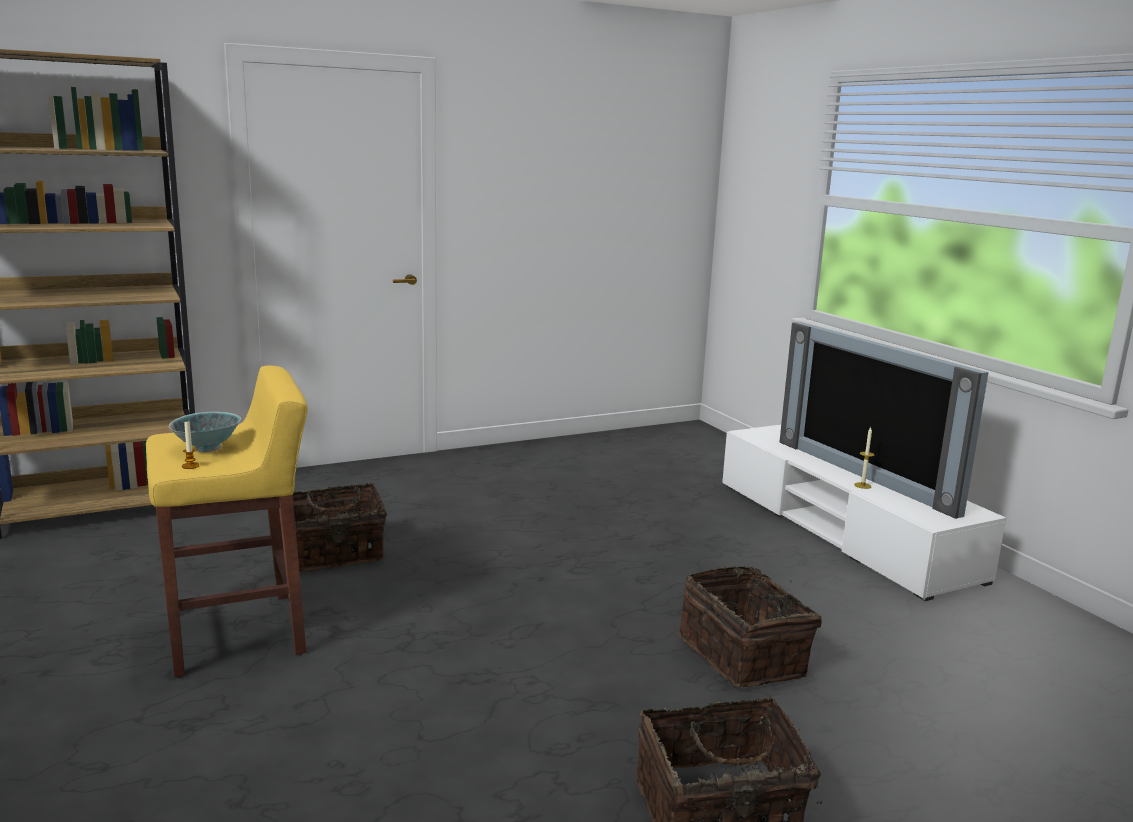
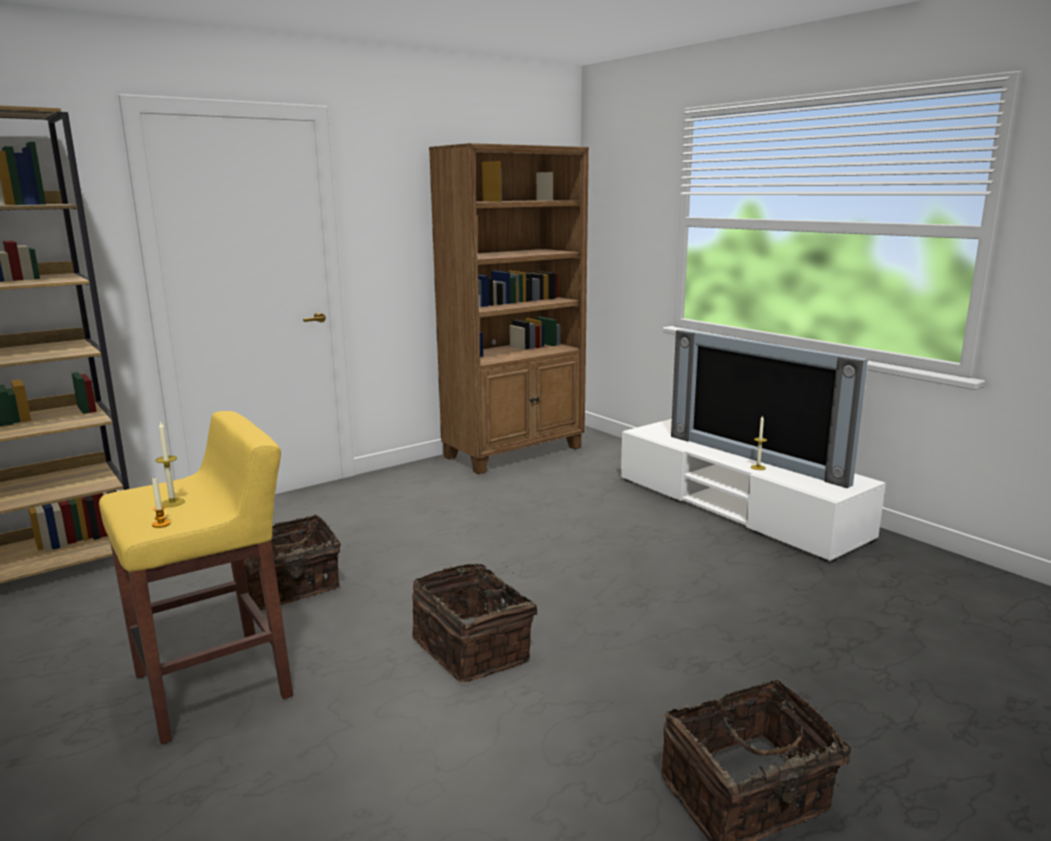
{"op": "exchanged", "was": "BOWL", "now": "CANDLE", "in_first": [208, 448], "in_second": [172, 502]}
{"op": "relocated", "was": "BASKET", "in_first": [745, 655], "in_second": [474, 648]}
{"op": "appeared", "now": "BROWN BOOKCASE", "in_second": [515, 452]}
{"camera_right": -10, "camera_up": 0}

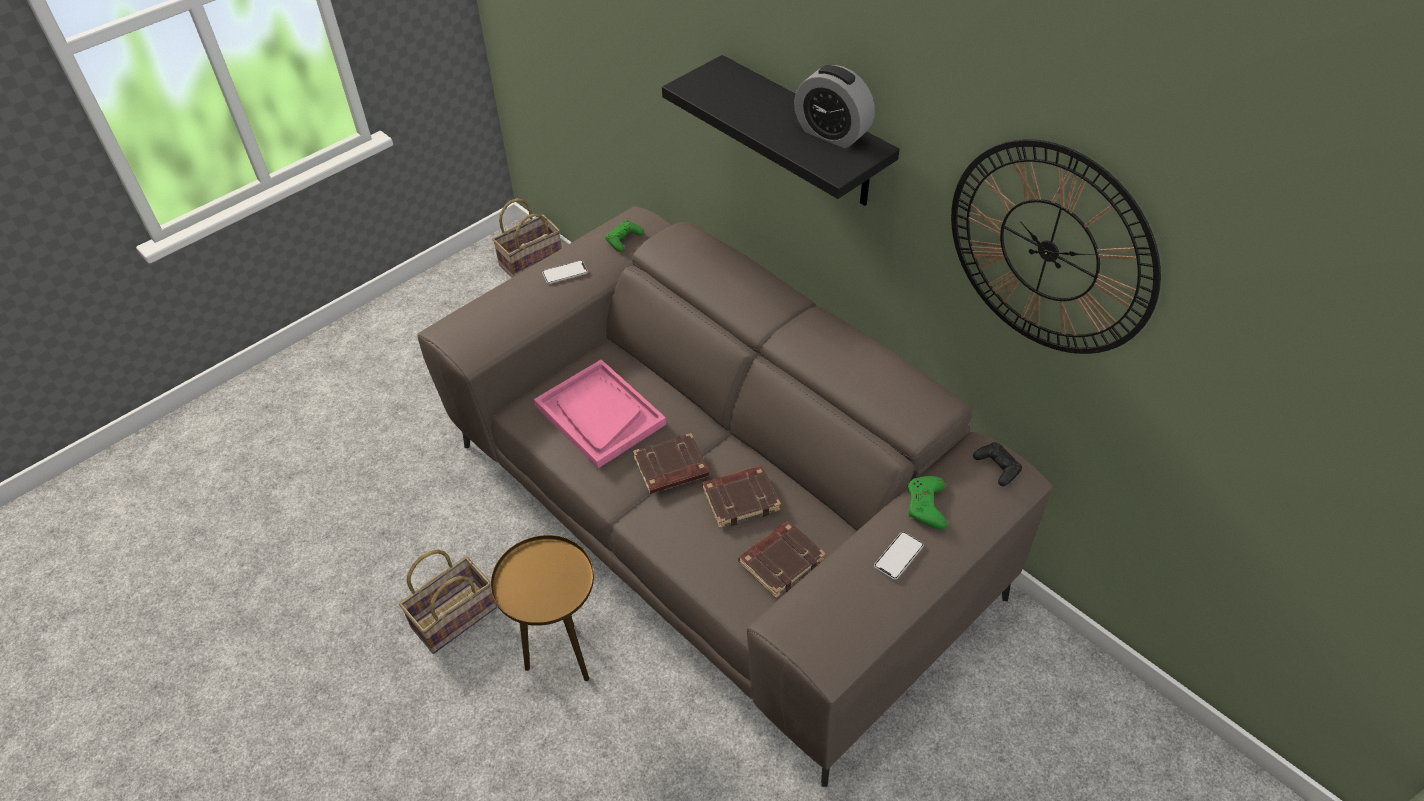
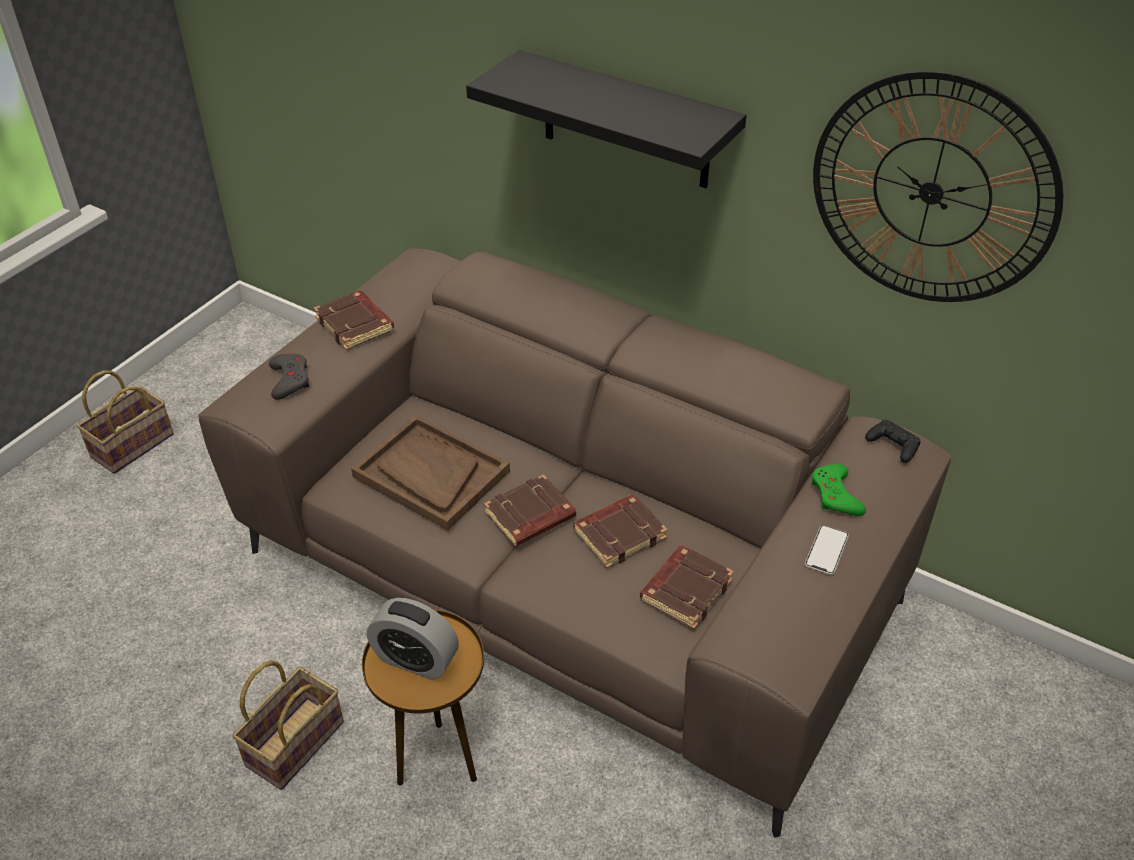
{"op": "relocated", "was": "ALARM CLOCK", "in_first": [832, 133], "in_second": [415, 659]}
{"op": "relocated", "was": "BASKET", "in_first": [531, 259], "in_second": [133, 444]}
{"op": "missing", "was": "GREEN GAME CONTROLLER", "in_first": [623, 239]}
{"op": "exchanged", "was": "PHONE", "now": "BROWN BOOK", "in_first": [565, 273], "in_second": [356, 324]}
{"op": "colour", "was": "PINK TRAY", "now": "BROWN TRAY", "in_first": [599, 415], "in_second": [430, 474]}
{"op": "appeared", "now": "GREY GAME CONTROLLER", "in_second": [289, 380]}
{"camera_right": -15, "camera_up": -5}

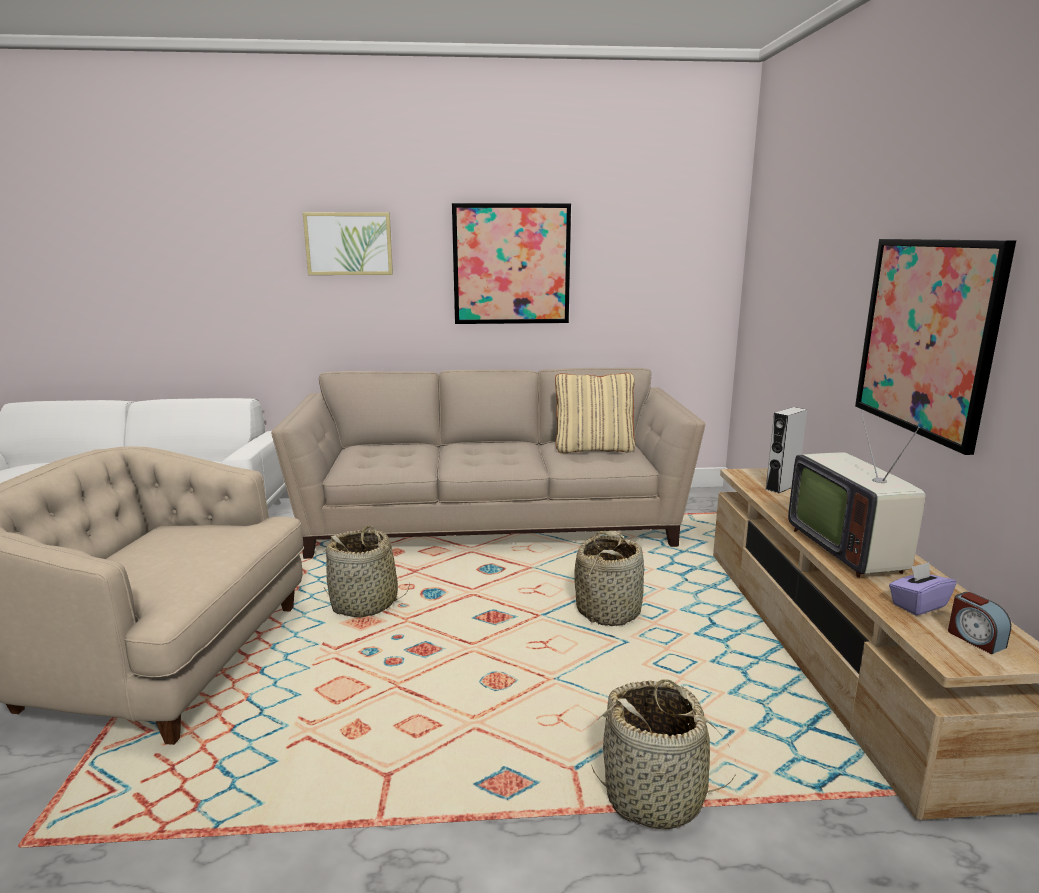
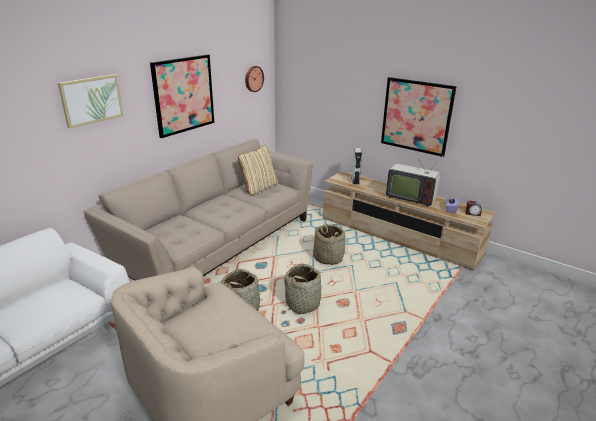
{"op": "relocated", "was": "BASKET", "in_first": [655, 796], "in_second": [303, 303]}
{"op": "appeared", "now": "WALL CLOCK", "in_second": [253, 78]}
{"camera_right": -50, "camera_up": 10}

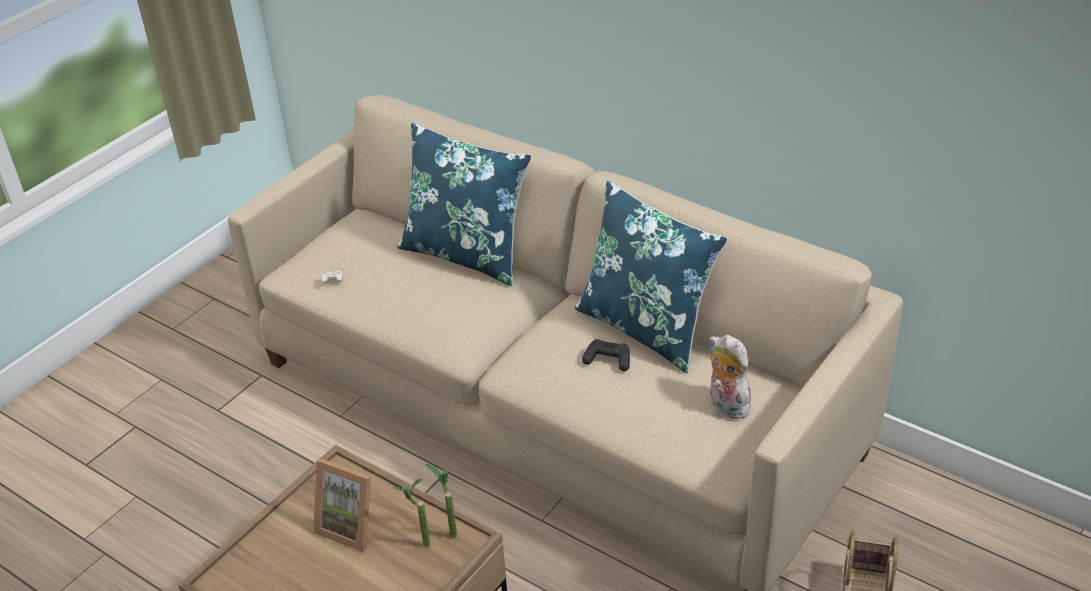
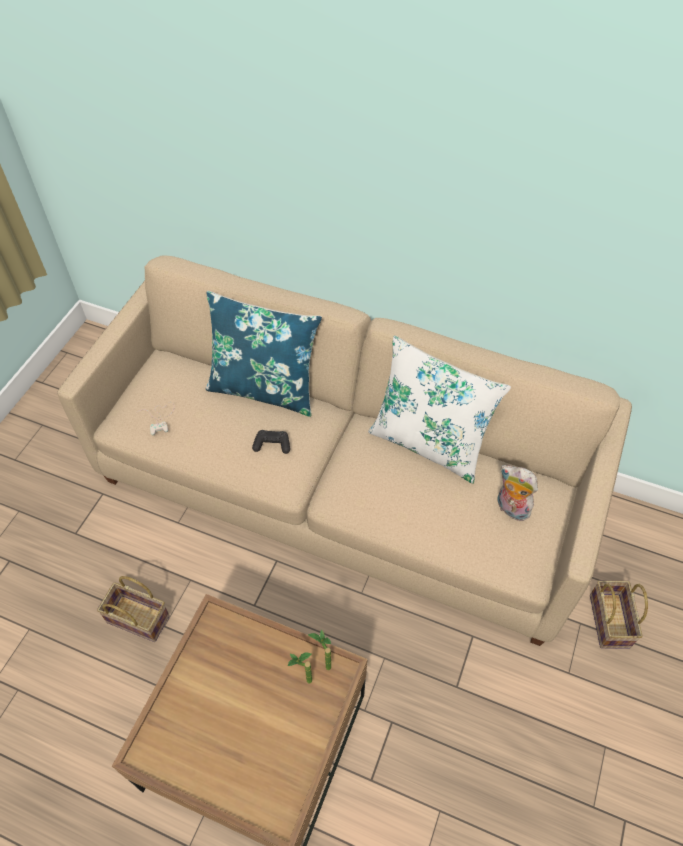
{"op": "colour", "was": "BLUE PILLOW", "now": "WHITE PILLOW", "in_first": [646, 328], "in_second": [429, 442]}
{"op": "relocated", "was": "BLACK GAME CONTROLLER", "in_first": [608, 360], "in_second": [272, 445]}
{"op": "missing", "was": "PICTURE FRAME", "in_first": [351, 526]}
{"op": "appeared", "now": "BASKET", "in_second": [140, 618]}
{"camera_right": -15, "camera_up": 15}

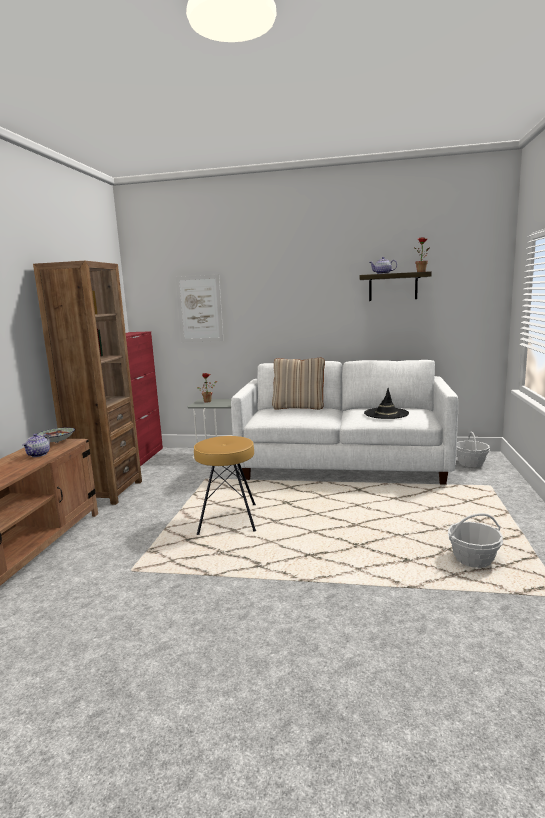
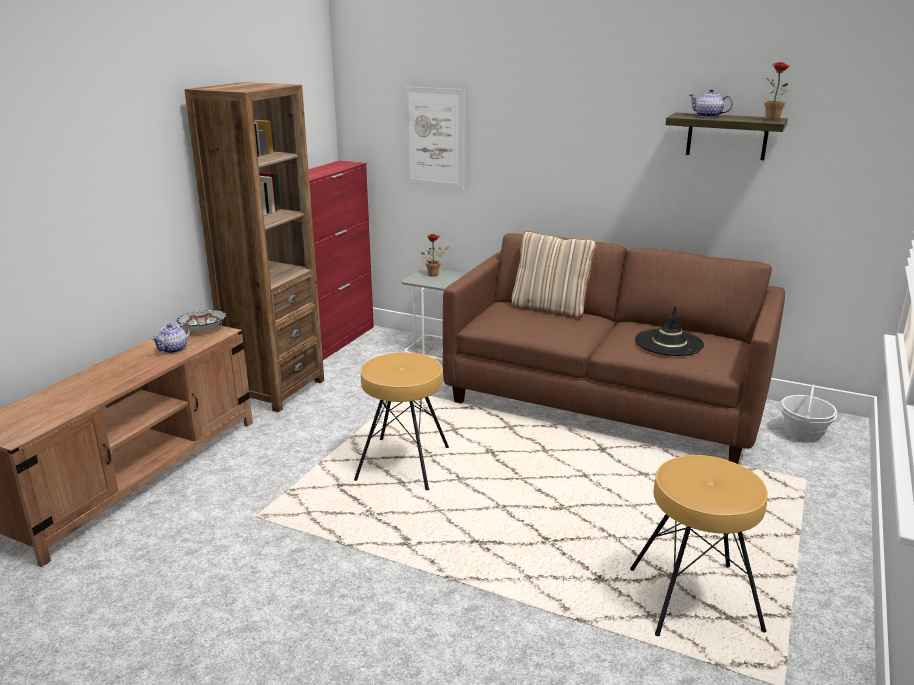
{"op": "colour", "was": "WHITE SOFA", "now": "BROWN SOFA", "in_first": [343, 465], "in_second": [605, 401]}
{"op": "exchanged", "was": "BASKET", "now": "BROWN STOOL", "in_first": [473, 559], "in_second": [693, 598]}
{"camera_right": 15, "camera_up": 10}

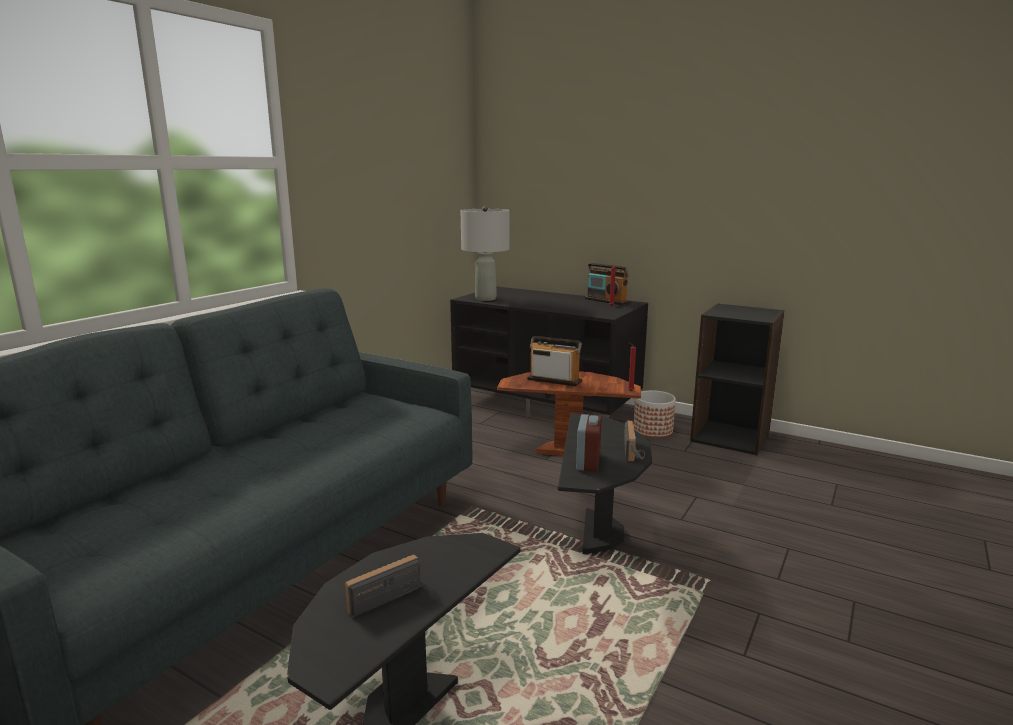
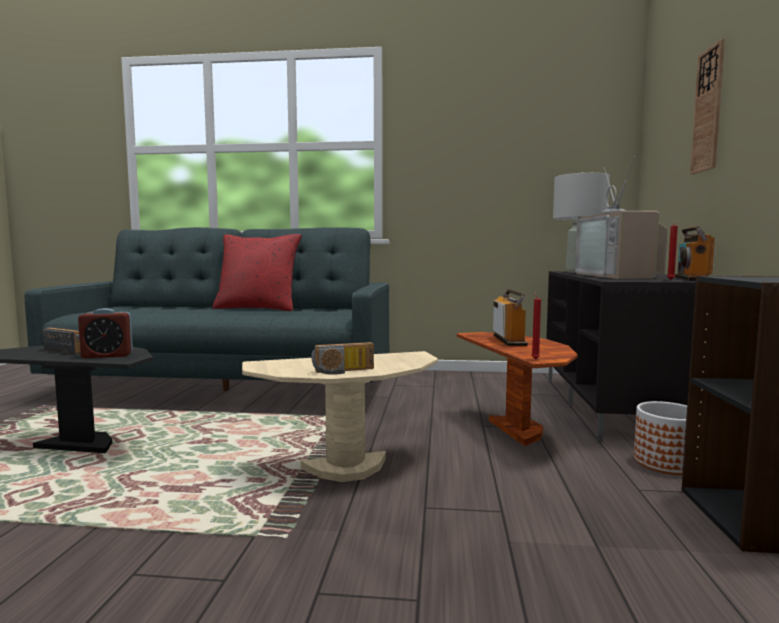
{"op": "colour", "was": "BLACK SIDE TABLE", "now": "BEIGE SIDE TABLE", "in_first": [598, 534], "in_second": [346, 468]}
{"op": "relocated", "was": "ALARM CLOCK", "in_first": [588, 462], "in_second": [107, 355]}
{"op": "appeared", "now": "WALL CLOCK", "in_second": [708, 110]}
{"op": "appeared", "now": "TELEVISION", "in_second": [618, 276]}
{"op": "appeared", "now": "RED PILLOW", "in_second": [257, 308]}
{"camera_right": 65, "camera_up": -10}

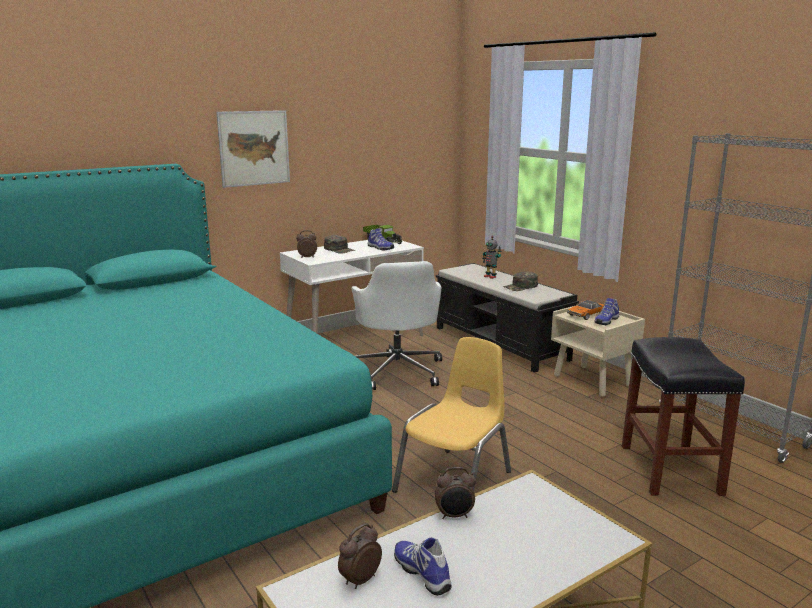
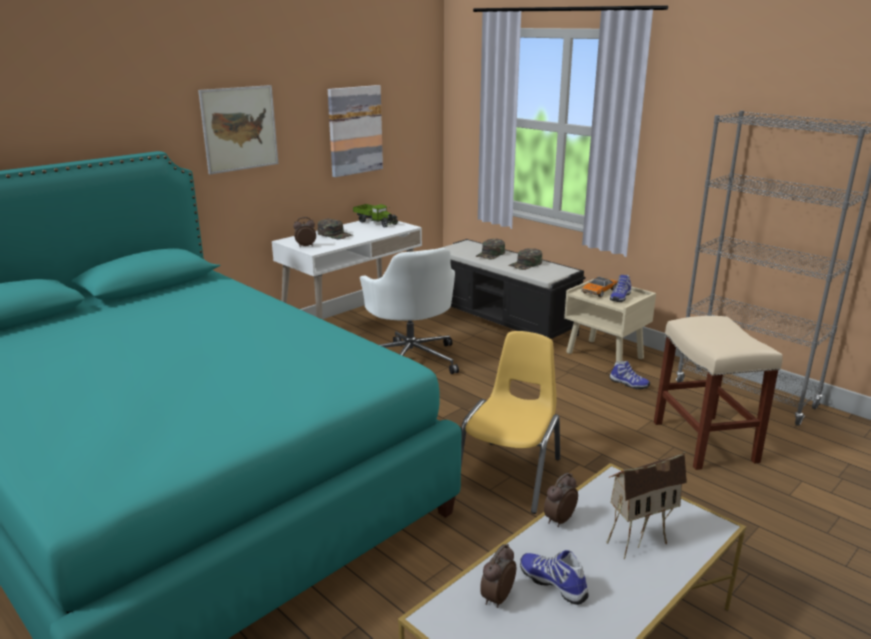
{"op": "relocated", "was": "SHOE", "in_first": [380, 248], "in_second": [628, 384]}
{"op": "exchanged", "was": "TOY ROBOT", "now": "GREEN CAP", "in_first": [490, 276], "in_second": [491, 254]}
{"op": "colour", "was": "BLACK STOOL", "now": "BEIGE STOOL", "in_first": [671, 470], "in_second": [705, 442]}
{"op": "spun", "was": "ALARM CLOCK", "in_first": [454, 516], "in_second": [558, 520], "clockwise": 150}
{"op": "appeared", "now": "PICTURE", "in_second": [354, 130]}
{"op": "appeared", "now": "TOY HOUSE", "in_second": [638, 538]}
{"camera_right": -10, "camera_up": 5}

